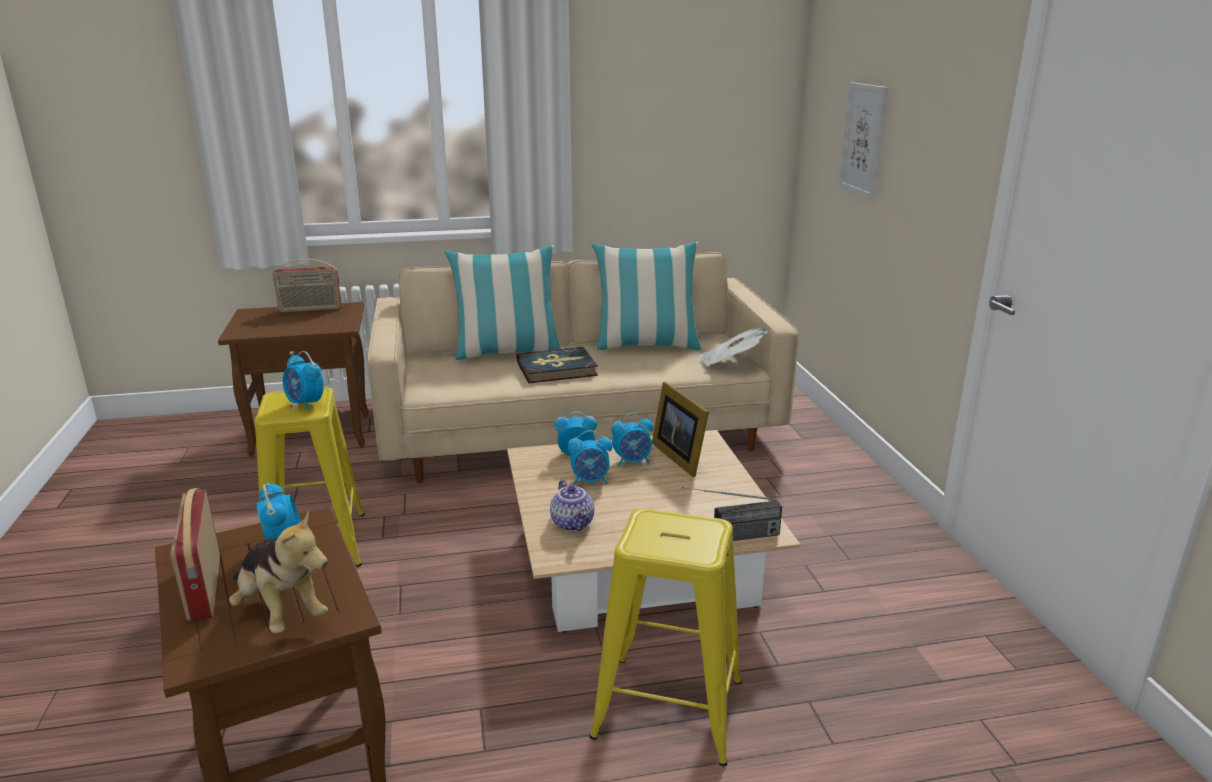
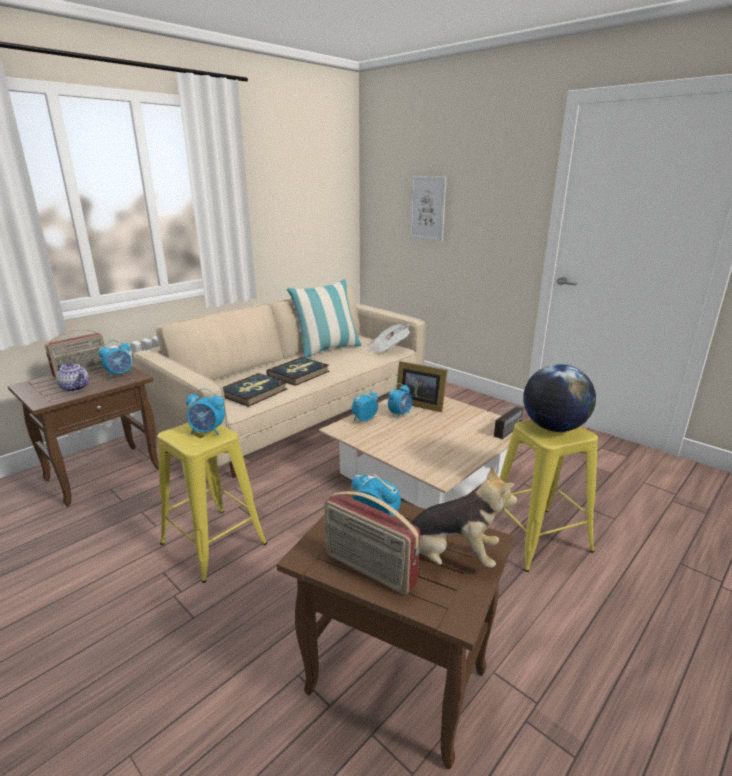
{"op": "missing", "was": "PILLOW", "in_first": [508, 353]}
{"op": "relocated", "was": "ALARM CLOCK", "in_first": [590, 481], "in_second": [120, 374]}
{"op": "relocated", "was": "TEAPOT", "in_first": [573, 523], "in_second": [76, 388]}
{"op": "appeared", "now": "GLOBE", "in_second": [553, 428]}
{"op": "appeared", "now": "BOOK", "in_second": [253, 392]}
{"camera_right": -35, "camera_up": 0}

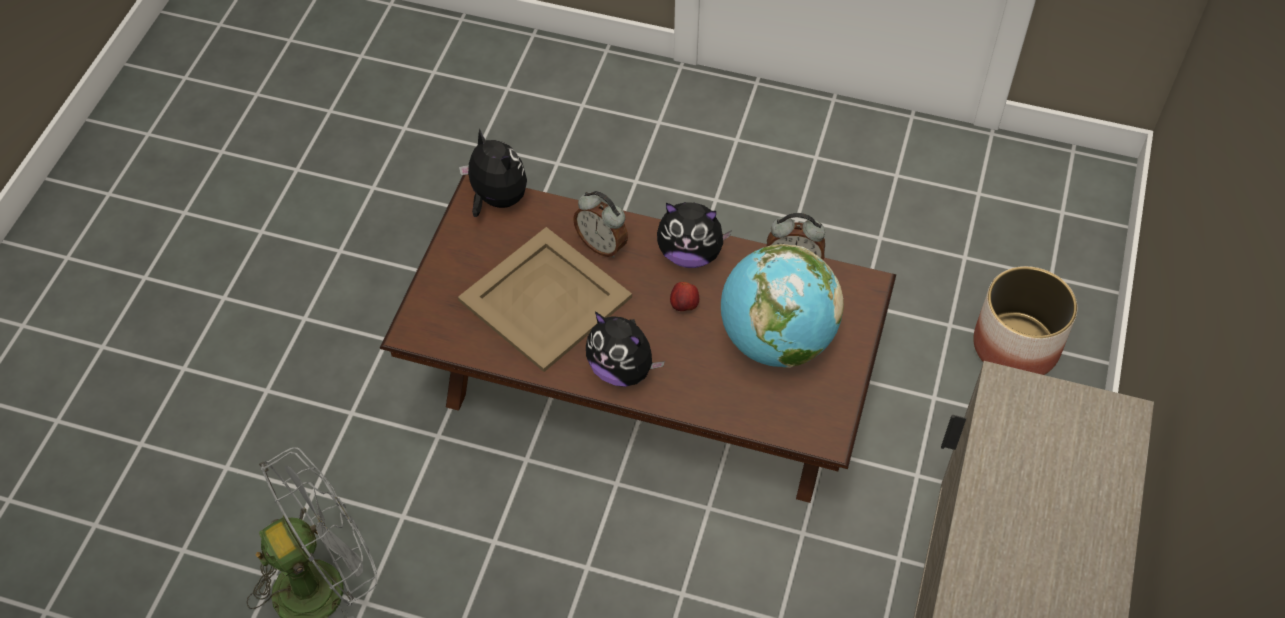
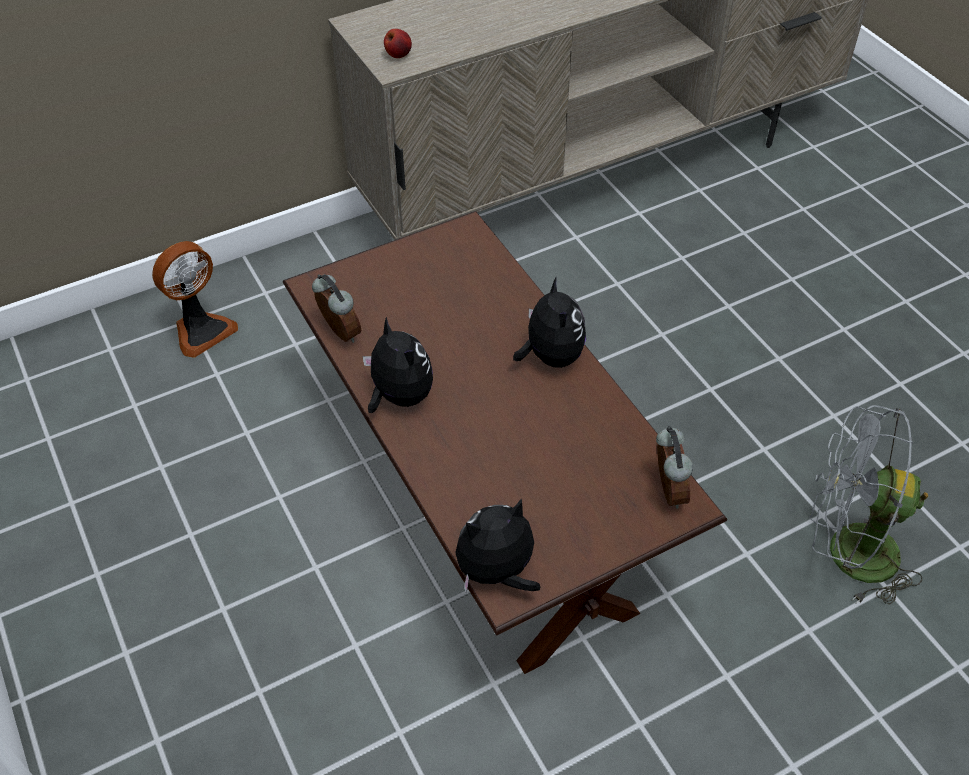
{"op": "spun", "was": "PLUSH TOY", "in_first": [496, 199], "in_second": [497, 573], "clockwise": 60}
{"op": "relocated", "was": "ALARM CLOCK", "in_first": [602, 245], "in_second": [666, 491]}
{"op": "missing", "was": "BEIGE TRAY", "in_first": [545, 297]}
{"op": "missing", "was": "GLOBE", "in_first": [776, 341]}
{"op": "exchanged", "was": "PLANTER", "now": "FAN", "in_first": [1016, 346], "in_second": [201, 330]}
{"op": "relocated", "was": "APPLE", "in_first": [684, 306], "in_second": [398, 55]}
{"camera_right": -135, "camera_up": -5}

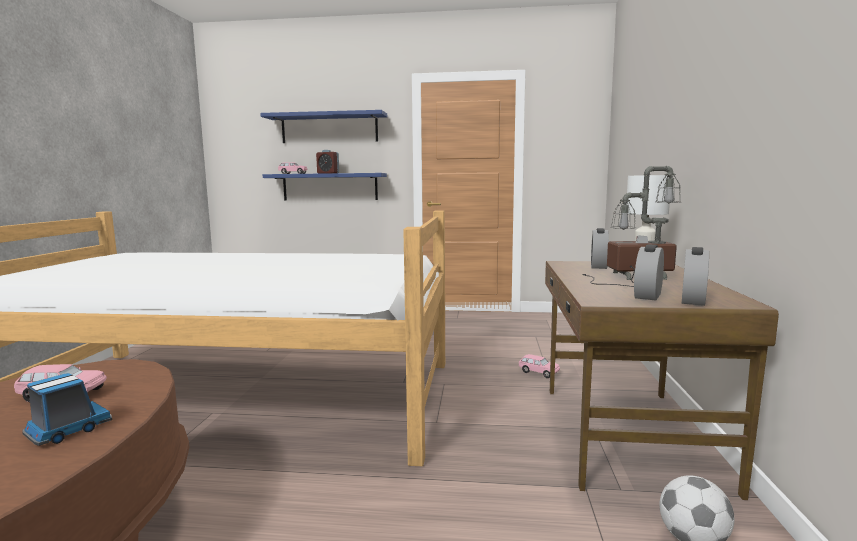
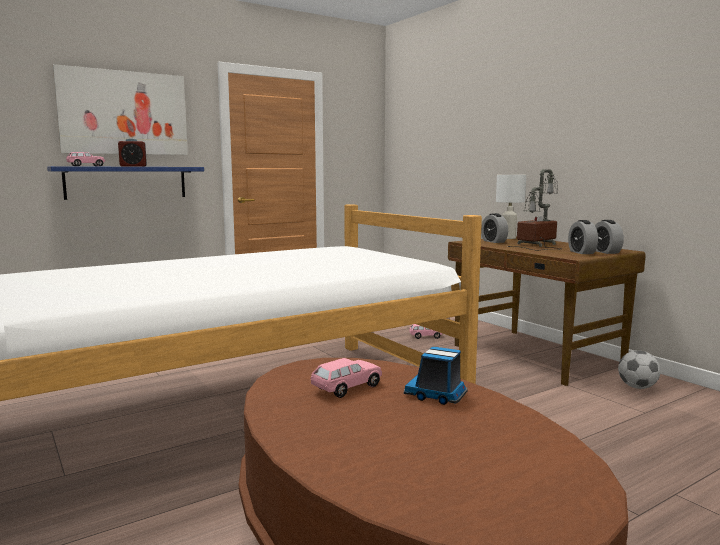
{"op": "exchanged", "was": "BLUE SHELF", "now": "PICTURE", "in_first": [329, 128], "in_second": [124, 113]}
{"op": "spun", "was": "TOY TRUCK", "in_first": [67, 430], "in_second": [436, 395], "clockwise": -60}
{"camera_right": -40, "camera_up": 0}

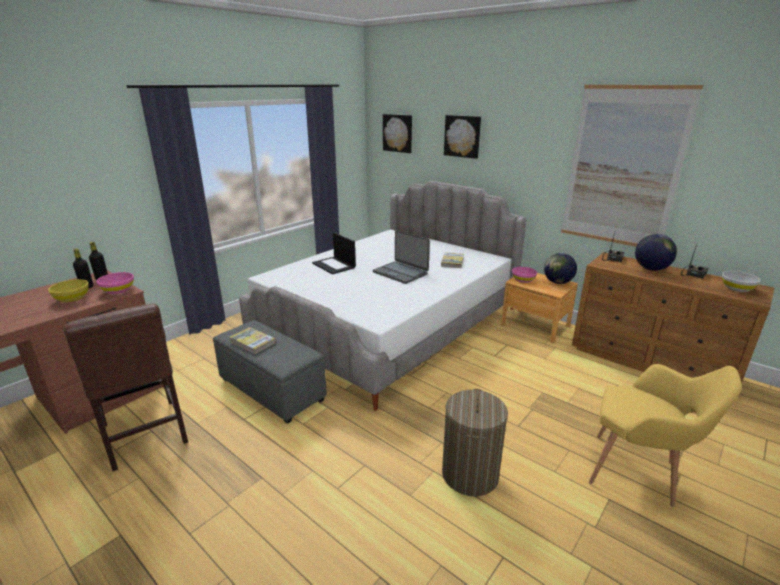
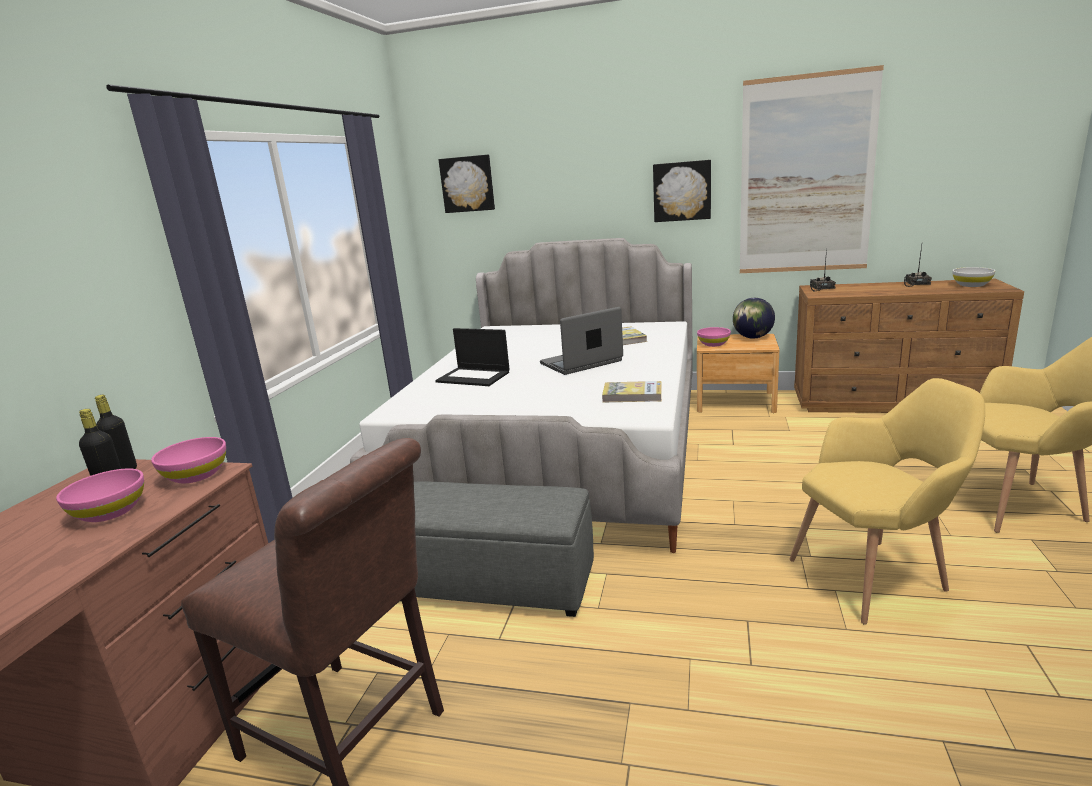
{"op": "relocated", "was": "PICTURE", "in_first": [462, 136], "in_second": [682, 191]}
{"op": "spun", "was": "LAPTOP", "in_first": [400, 273], "in_second": [581, 363], "clockwise": 135}
{"op": "missing", "was": "GLOBE", "in_first": [651, 269]}
{"op": "colour", "was": "YELLOW BOWL", "now": "PINK BOWL", "in_first": [72, 298], "in_second": [109, 512]}
{"op": "relocated", "was": "BOOK", "in_first": [252, 342], "in_second": [632, 395]}
{"op": "exchanged", "was": "LAUNDRY BASKET", "now": "YELLOW ARMCHAIR", "in_first": [470, 474], "in_second": [877, 576]}
{"camera_right": -25, "camera_up": -5}

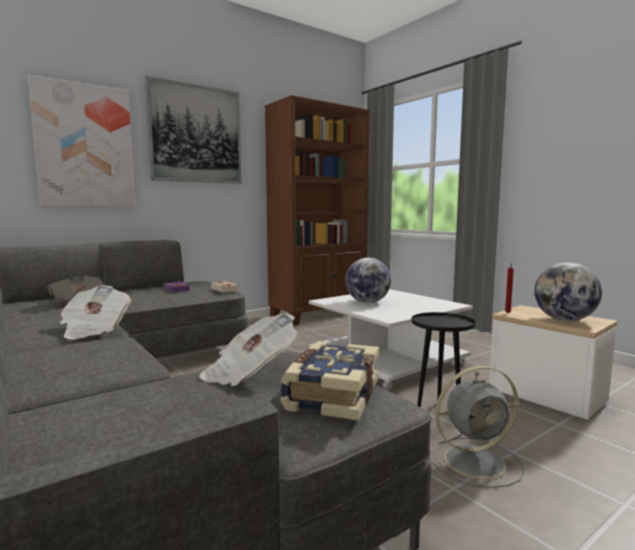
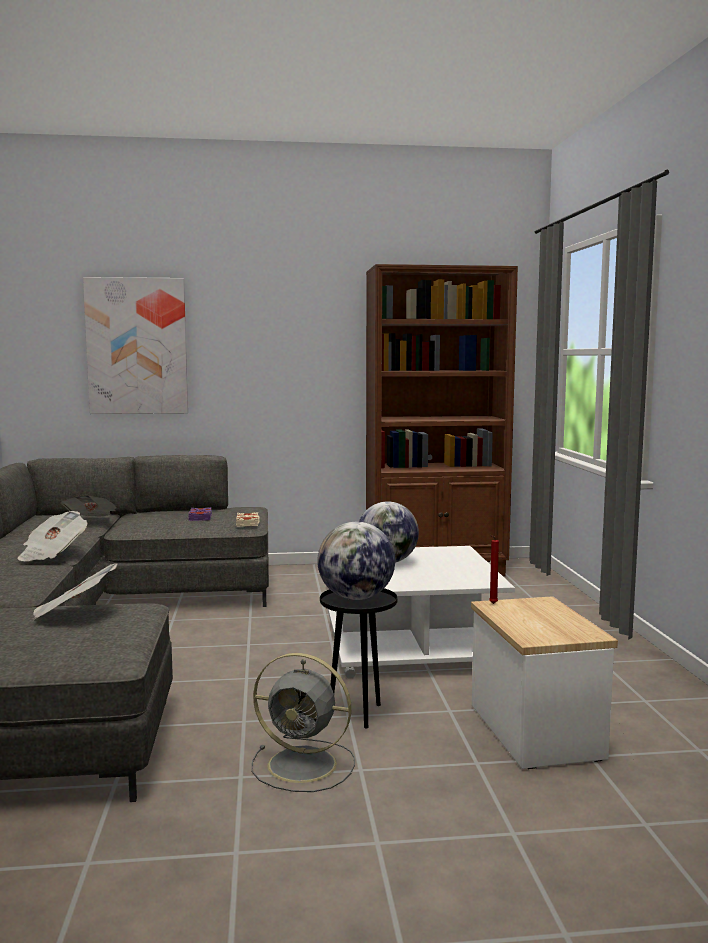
{"op": "missing", "was": "PICTURE", "in_first": [195, 134]}
{"op": "relocated", "was": "GLOBE", "in_first": [564, 320], "in_second": [356, 598]}
{"op": "missing", "was": "BOOK", "in_first": [331, 395]}
{"camera_right": 30, "camera_up": 0}

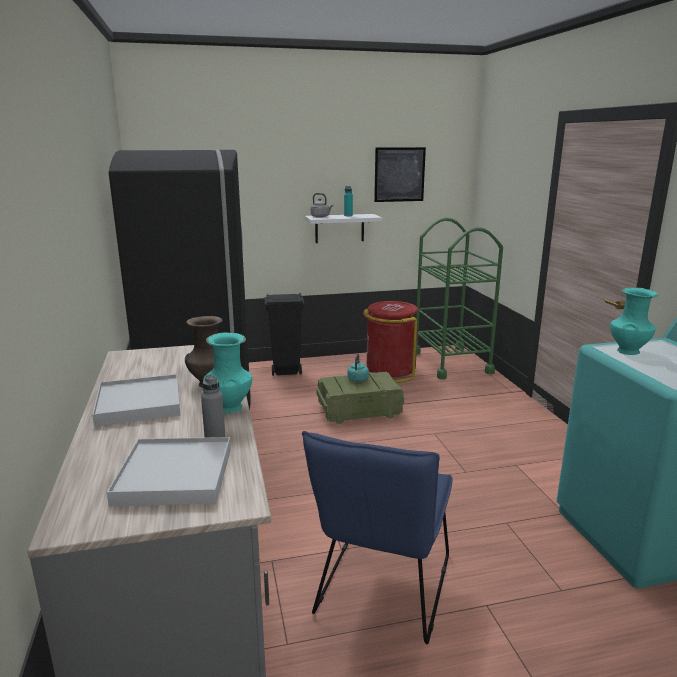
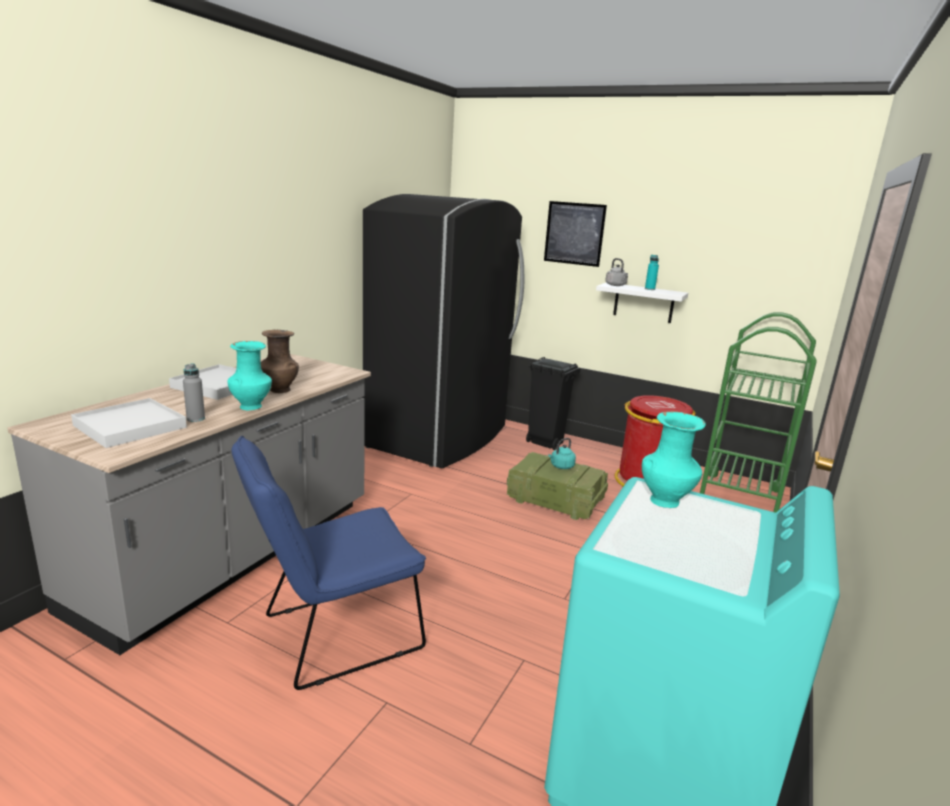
{"op": "relocated", "was": "PICTURE", "in_first": [399, 174], "in_second": [574, 233]}
{"camera_right": 40, "camera_up": 0}

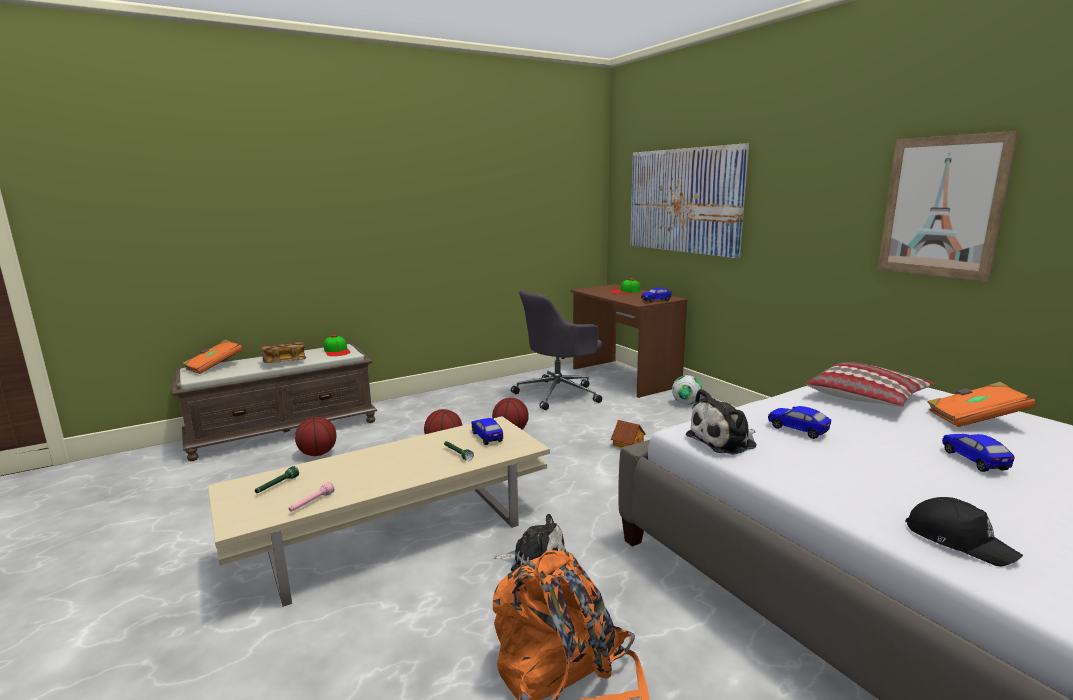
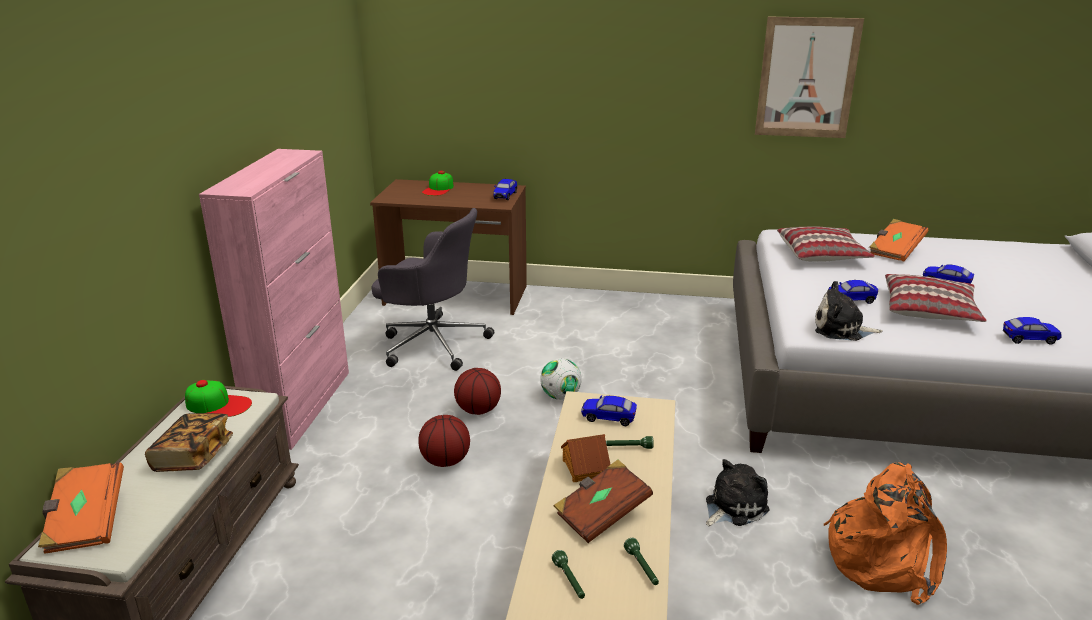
{"op": "missing", "was": "PICTURE", "in_first": [683, 200]}
{"op": "spun", "was": "GREY OFFICE CHAIR", "in_first": [559, 394], "in_second": [432, 343], "clockwise": -75}
{"op": "relocated", "was": "FOOTBALL", "in_first": [686, 403], "in_second": [560, 396]}
{"op": "spun", "was": "PLUSH TOY", "in_first": [724, 441], "in_second": [841, 329], "clockwise": 90}
{"op": "missing", "was": "BASKETBALL", "in_first": [318, 453]}
{"op": "relocated", "was": "TOY HOUSE", "in_first": [627, 443], "in_second": [584, 468]}
{"op": "colour", "was": "PINK FLASHLIGHT", "now": "GREEN FLASHLIGHT", "in_first": [311, 503], "in_second": [642, 568]}
{"op": "exchanged", "was": "BLACK CAP", "now": "TOY CAR", "in_first": [958, 540], "in_second": [1029, 339]}
{"op": "appeared", "now": "PINK CABINET", "in_second": [302, 406]}
{"op": "appeared", "now": "PILLOW", "in_second": [930, 310]}
{"op": "appeared", "now": "BROWN BOOK", "in_second": [601, 514]}
{"camera_right": -50, "camera_up": 10}

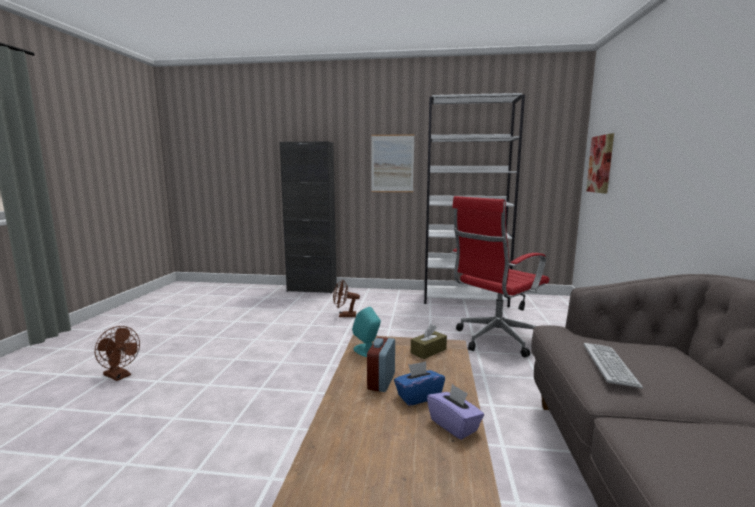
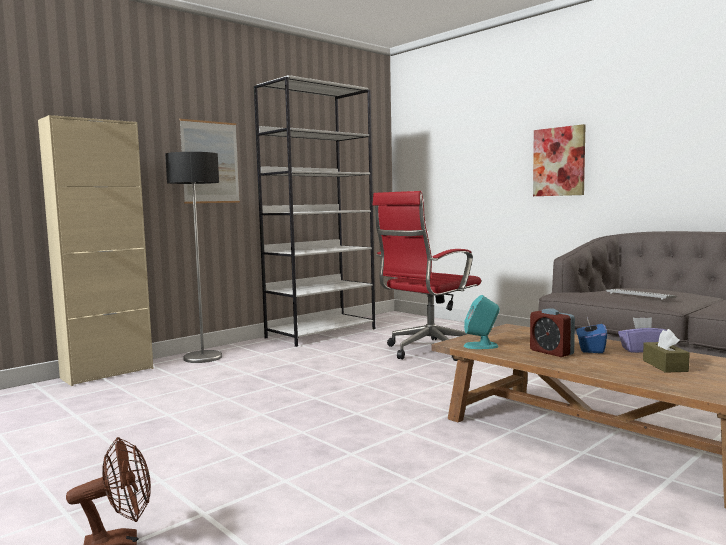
{"op": "relocated", "was": "PICTURE", "in_first": [600, 164], "in_second": [559, 161]}
{"op": "colour", "was": "BLACK CABINET", "now": "BEIGE CABINET", "in_first": [312, 289], "in_second": [107, 373]}
{"op": "spun", "was": "RED OFFICE CHAIR", "in_first": [494, 340], "in_second": [427, 351], "clockwise": 45}
{"op": "missing", "was": "BROWN FAN", "in_first": [344, 315]}
{"op": "relocated", "was": "BROWN TISSUE BOX", "in_first": [428, 351], "in_second": [665, 366]}
{"op": "appeared", "now": "FLOOR LAMP", "in_second": [203, 357]}
{"camera_right": -50, "camera_up": -5}

